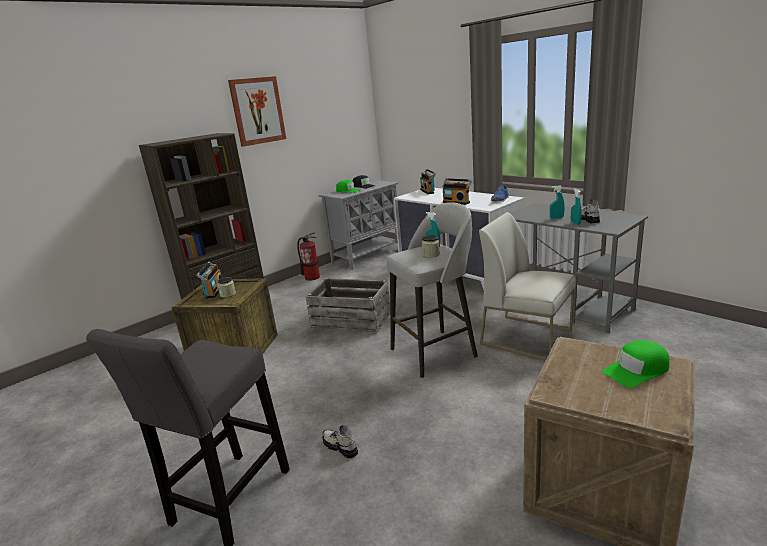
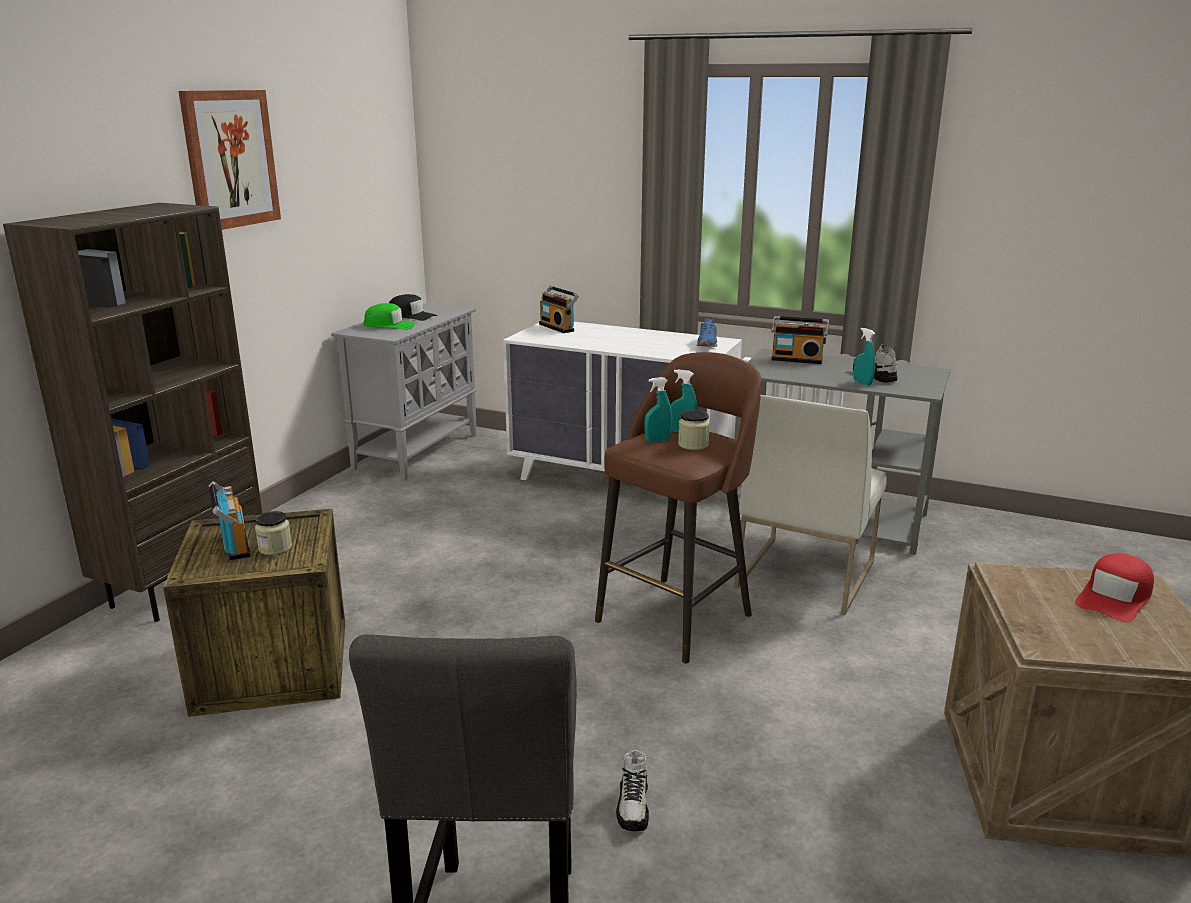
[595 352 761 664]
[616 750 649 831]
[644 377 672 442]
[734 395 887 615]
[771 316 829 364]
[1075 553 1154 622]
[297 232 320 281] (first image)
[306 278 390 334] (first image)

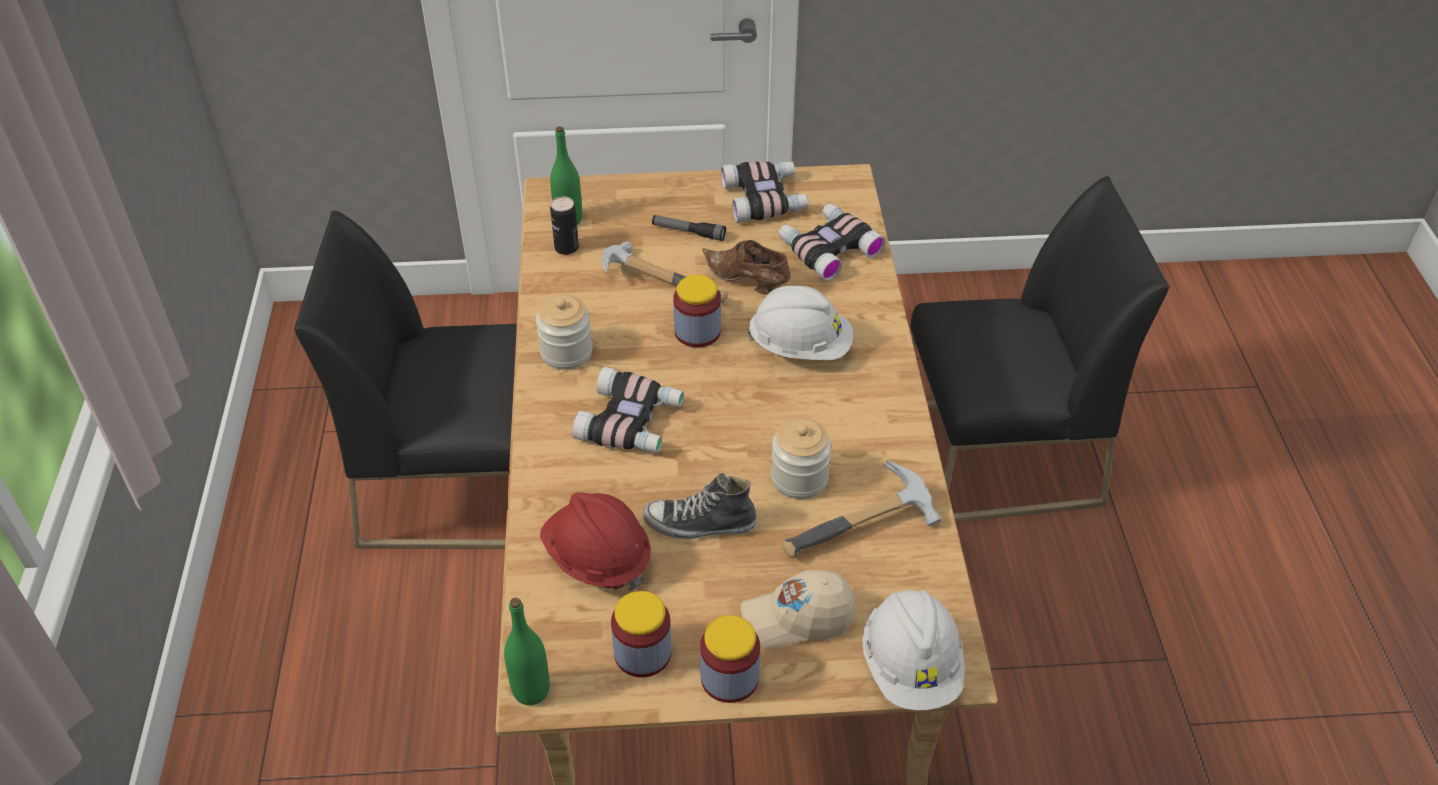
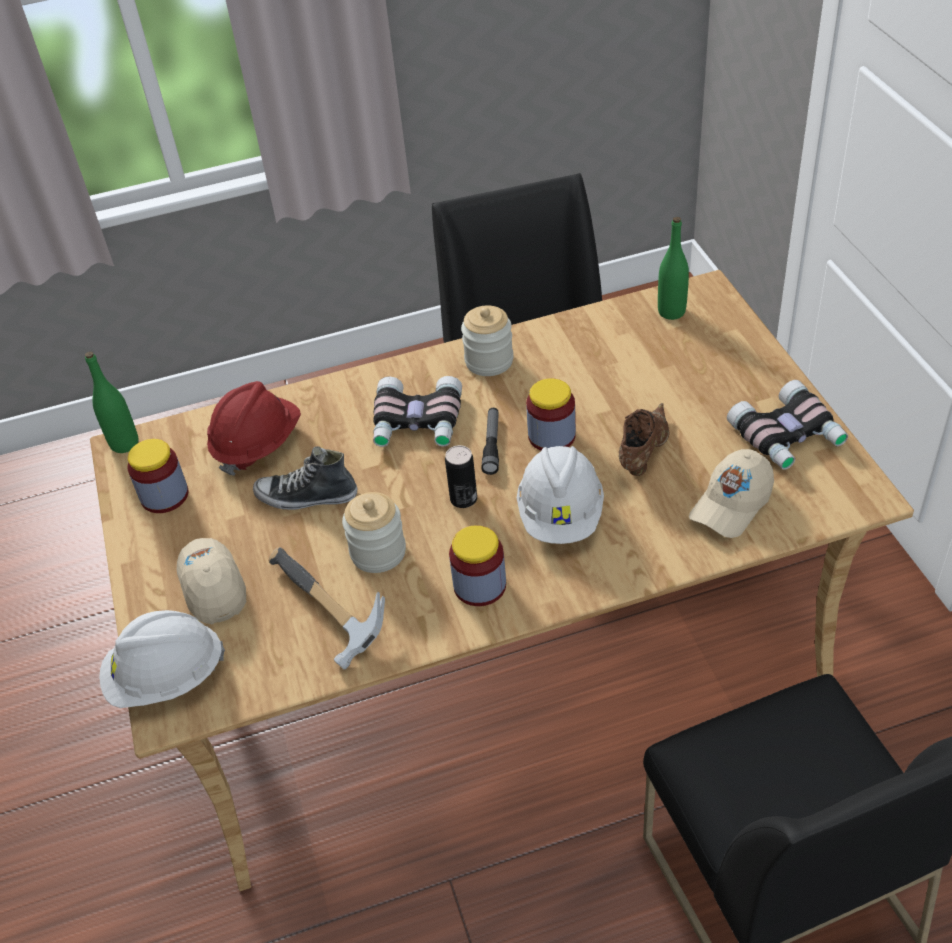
[253 446 357 510]
[445 445 477 508]
[449 525 506 606]
[481 408 499 475]
[689 449 774 538]
[602 241 727 303] (first image)

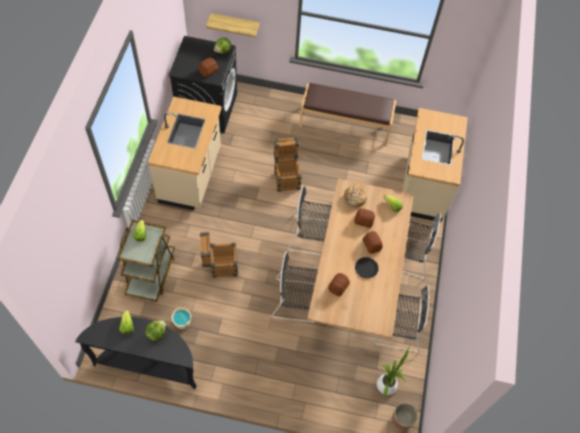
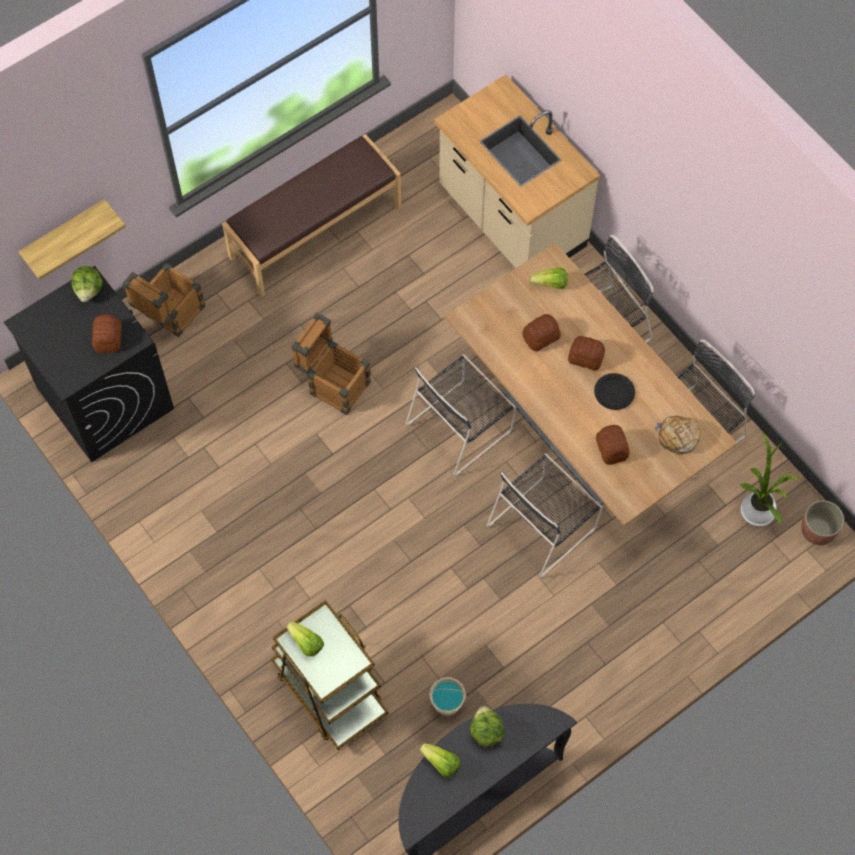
[123 263 205 337]
[655 416 701 454]
[148 96 222 211] (first image)

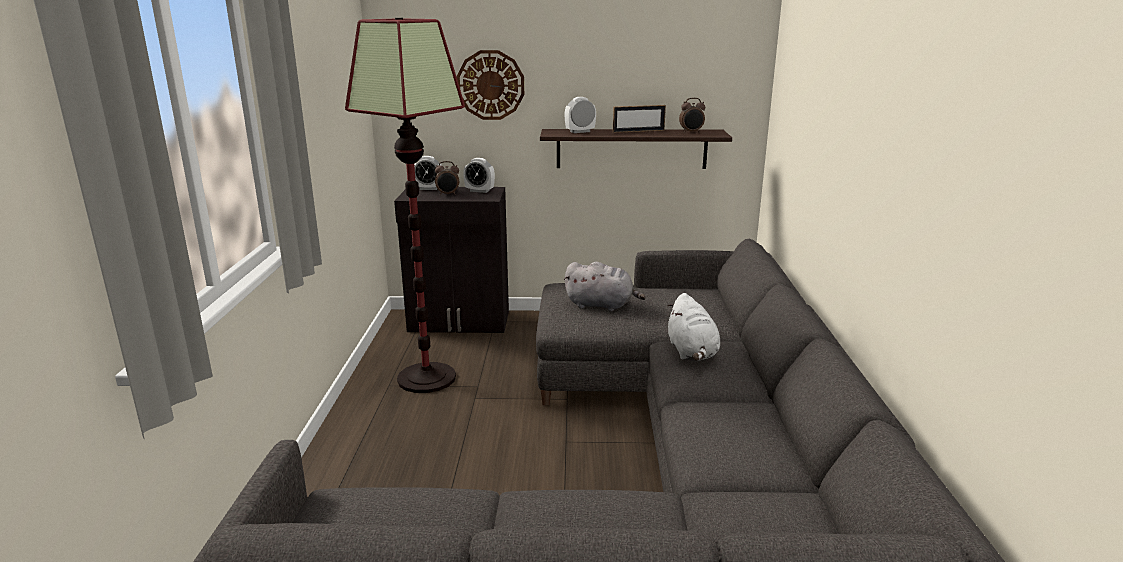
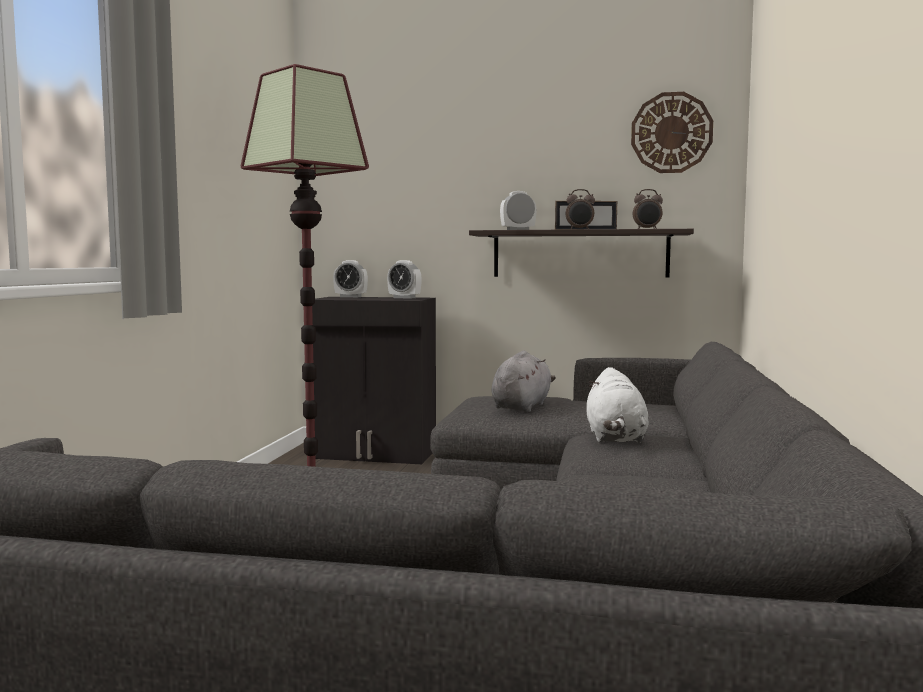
[492 351 556 412]
[566 189 595 229]
[631 92 713 173]

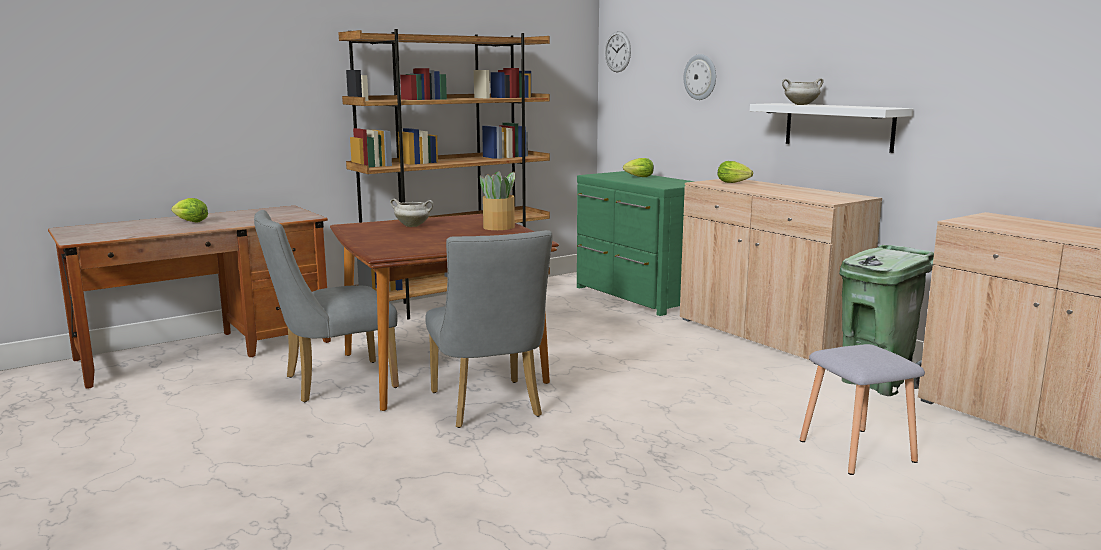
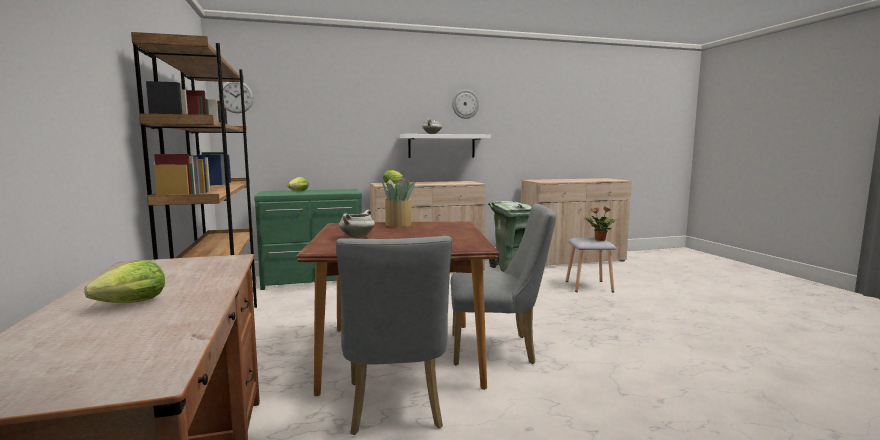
[452 89 479 119]
[585 206 618 241]

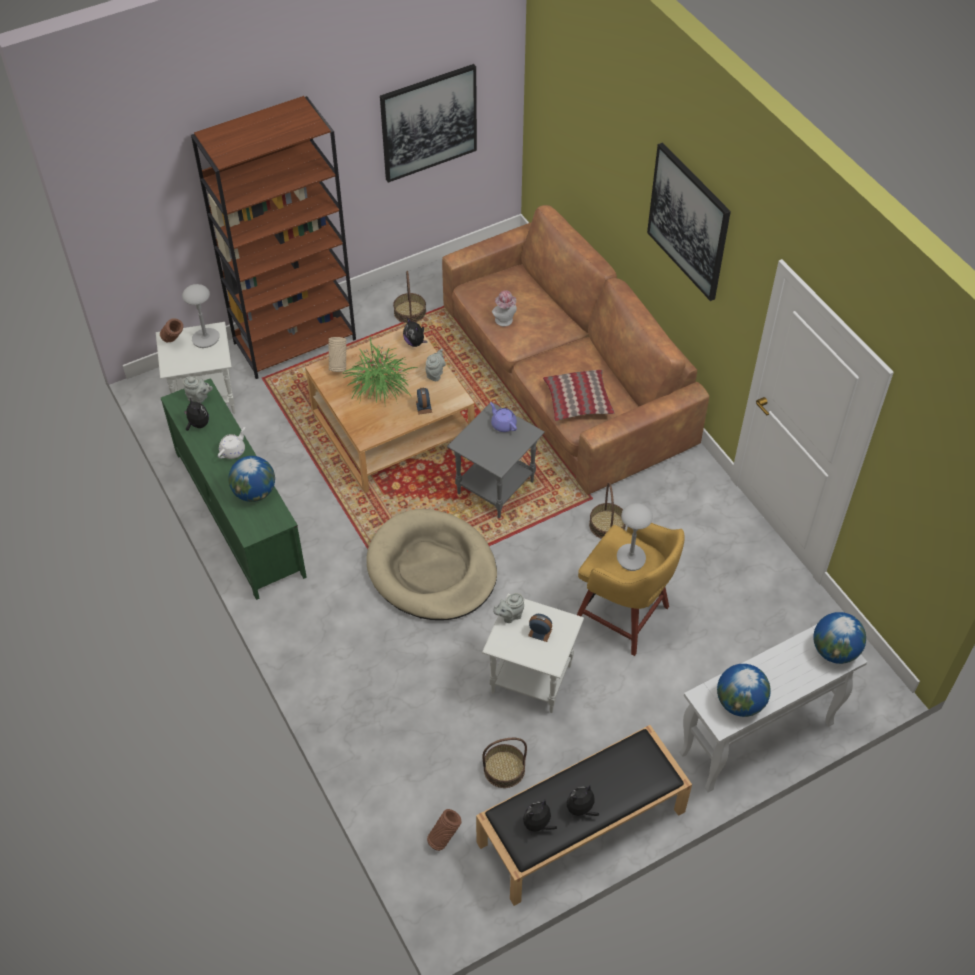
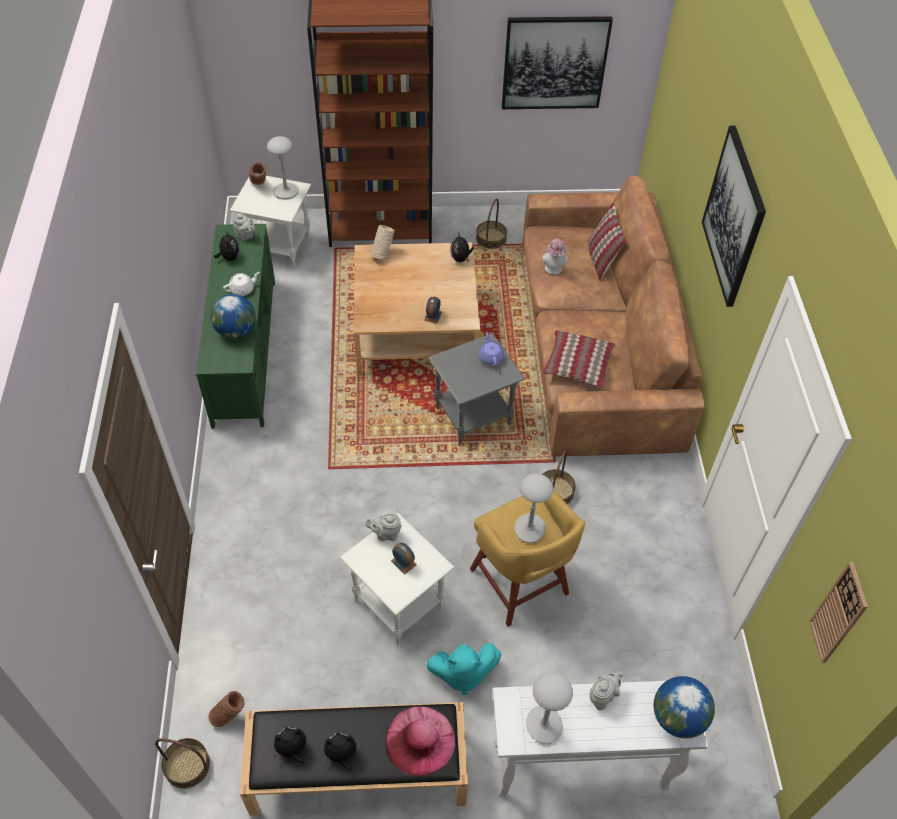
[155 738 210 789]
[386 707 455 776]
[427 643 501 695]
[526 672 573 744]
[588 202 626 280]
[590 671 624 710]
[810 562 868 663]
[343 337 417 404] (first image)
[366 509 497 620] (first image)

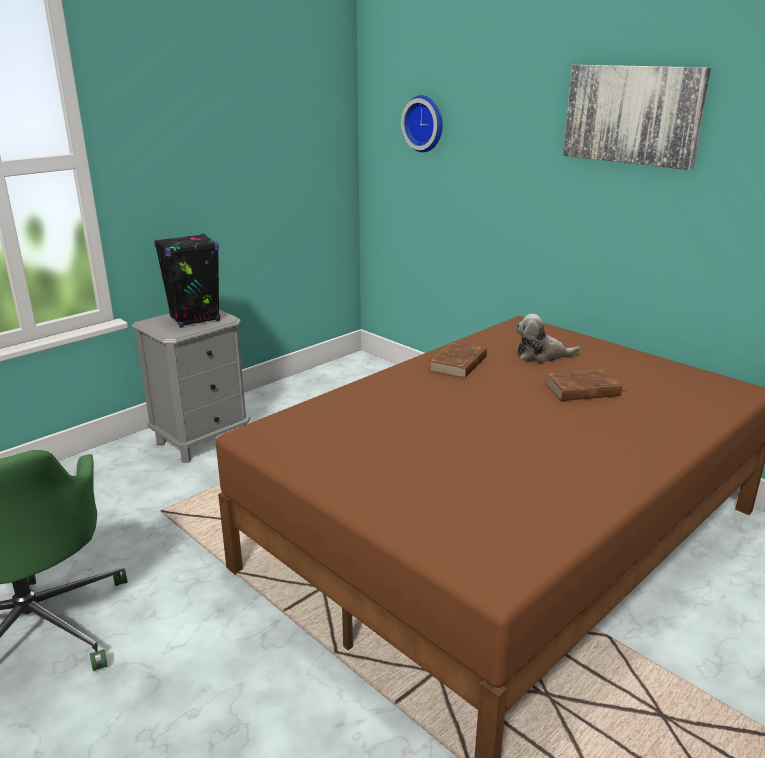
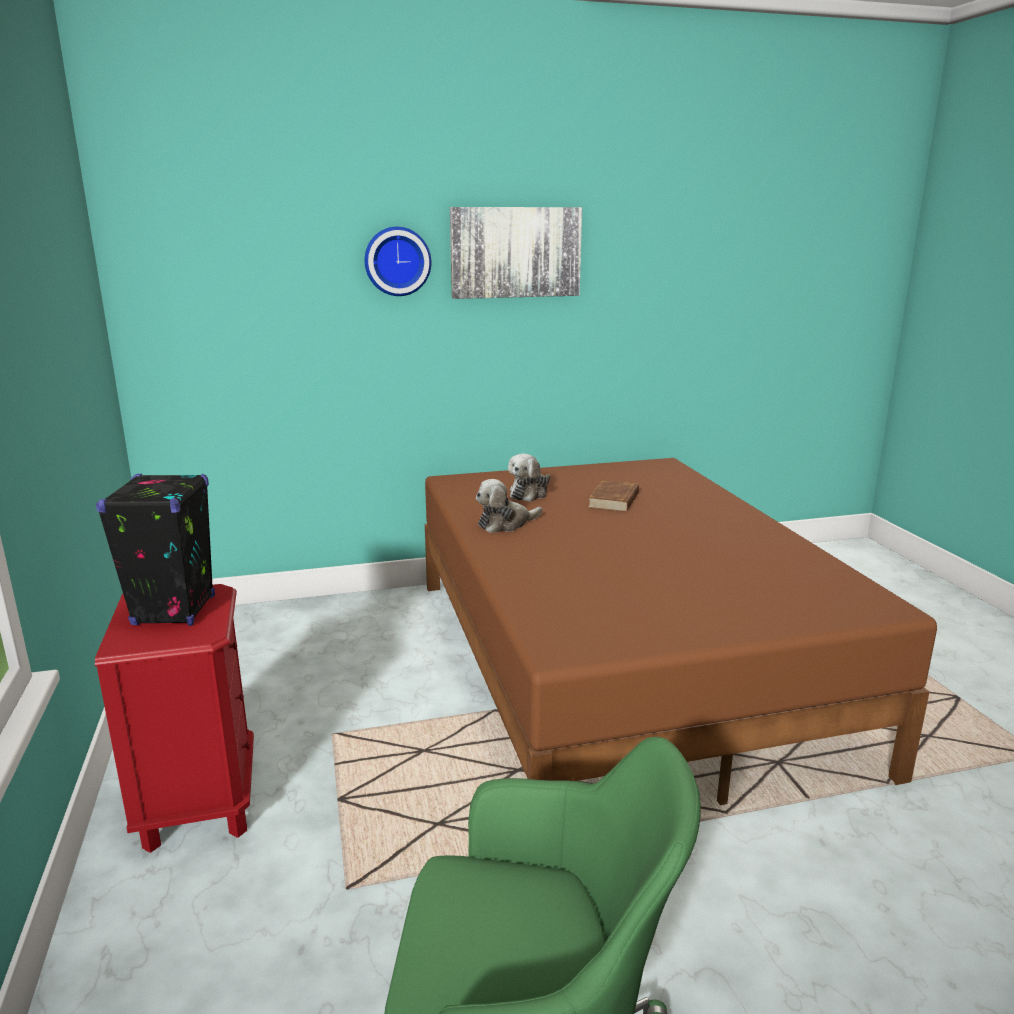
[95 584 254 853]
[365 227 431 296]
[476 479 543 533]

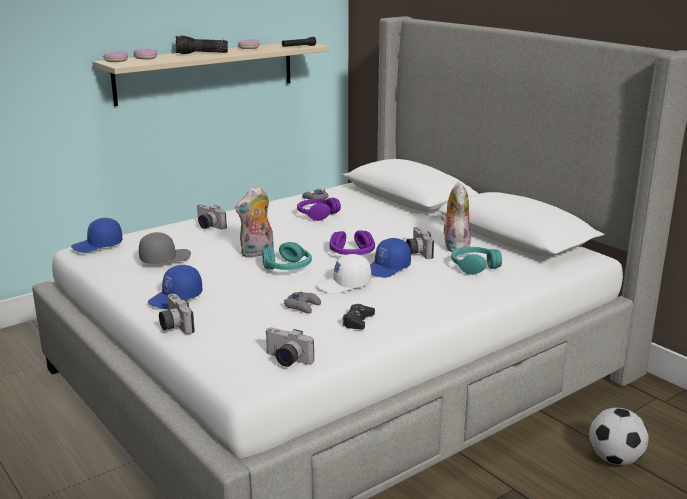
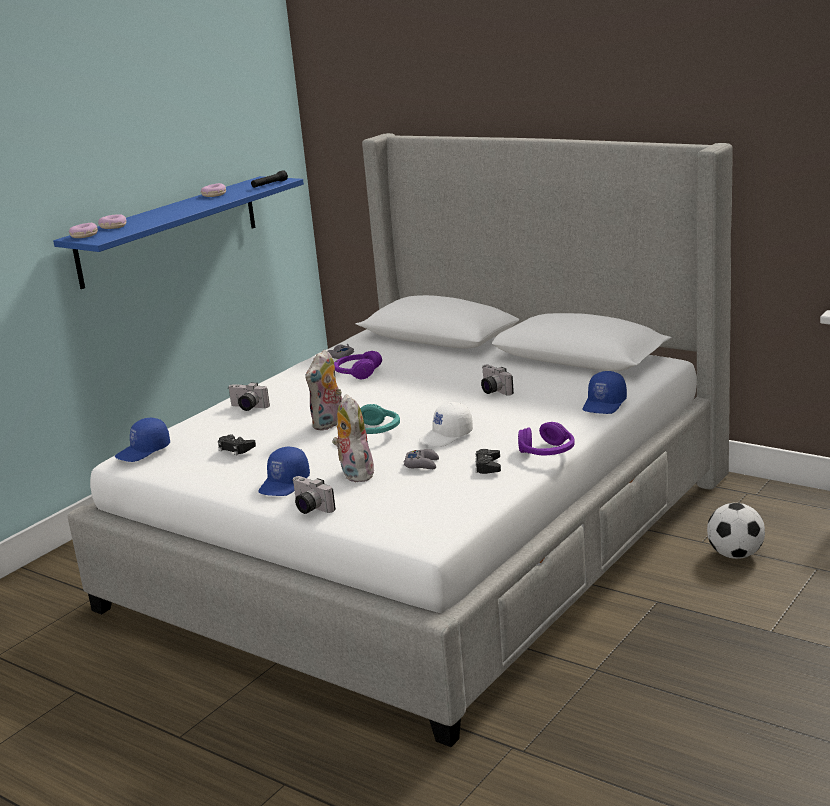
[53 176 304 289]
[218 434 256 455]
[332 394 374 482]
[518 422 575 455]
[583 371 627 414]
[176 35 228 54] (first image)
[265 328 314 367] (first image)
[451 247 502 275] (first image)

